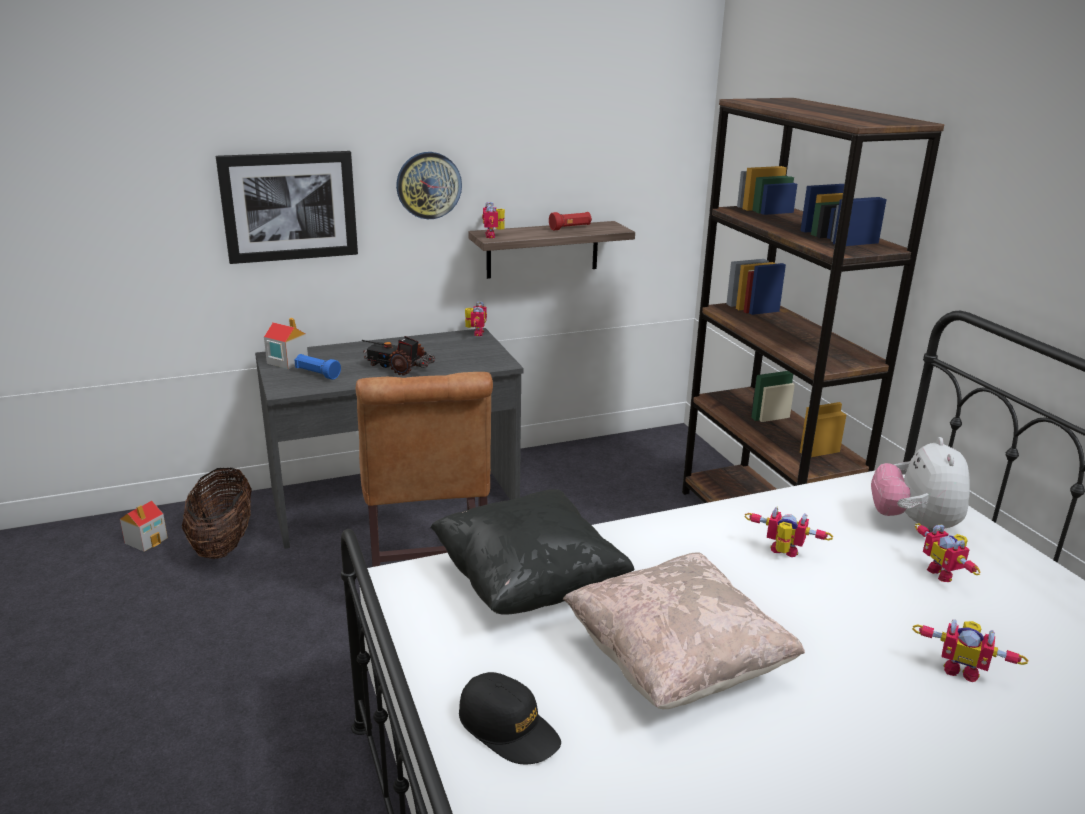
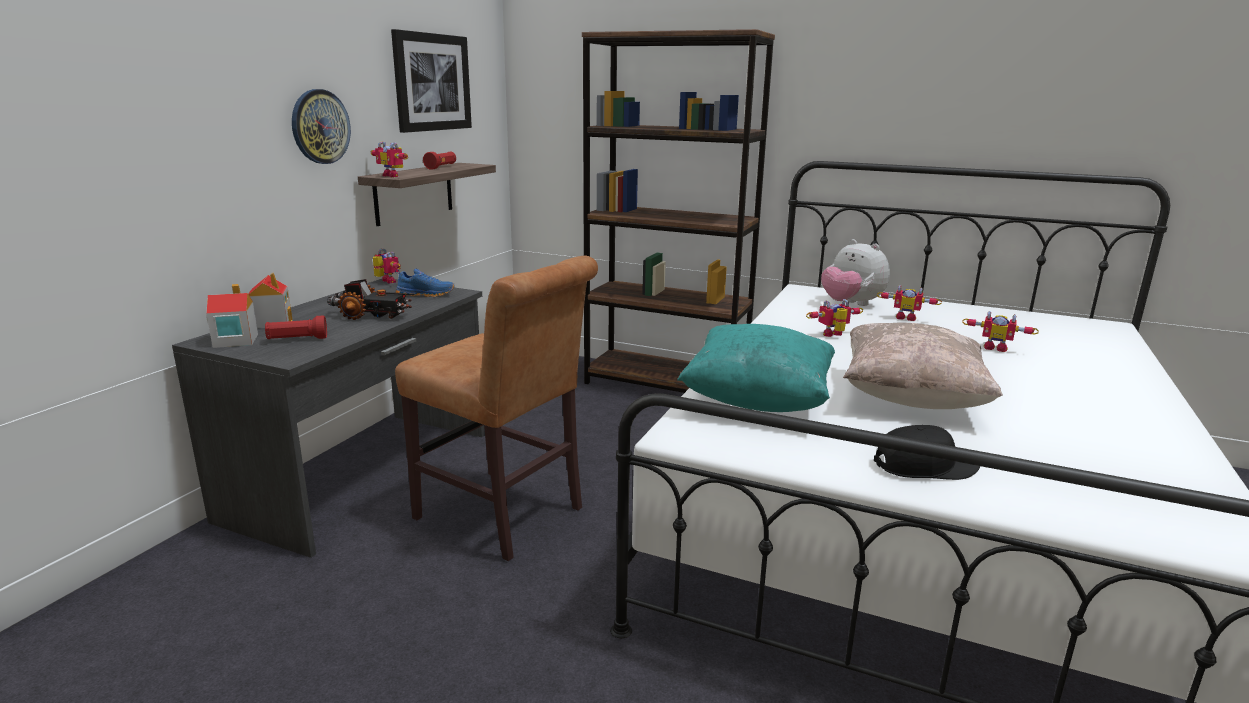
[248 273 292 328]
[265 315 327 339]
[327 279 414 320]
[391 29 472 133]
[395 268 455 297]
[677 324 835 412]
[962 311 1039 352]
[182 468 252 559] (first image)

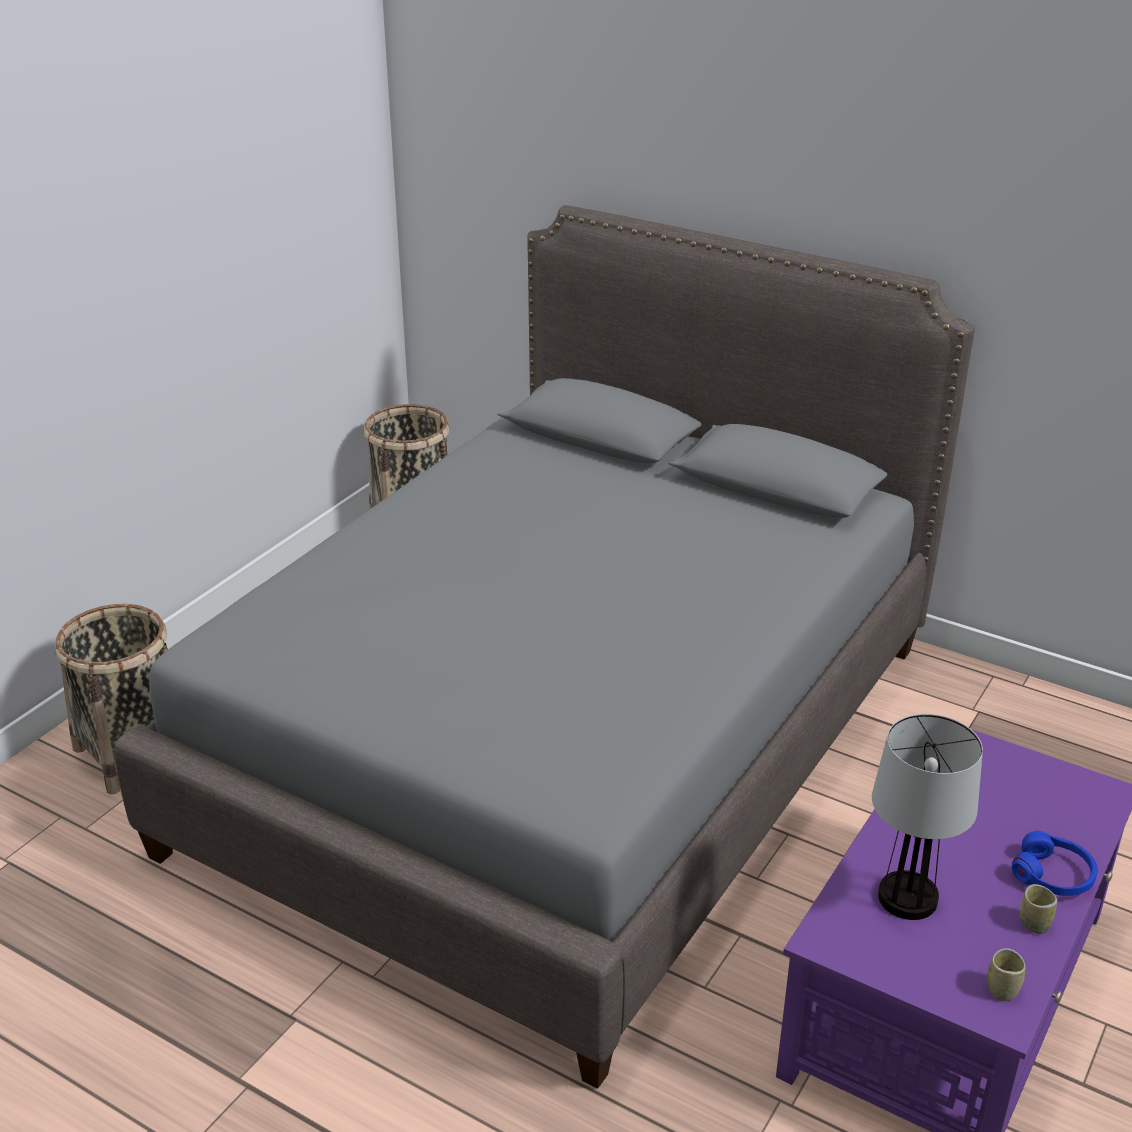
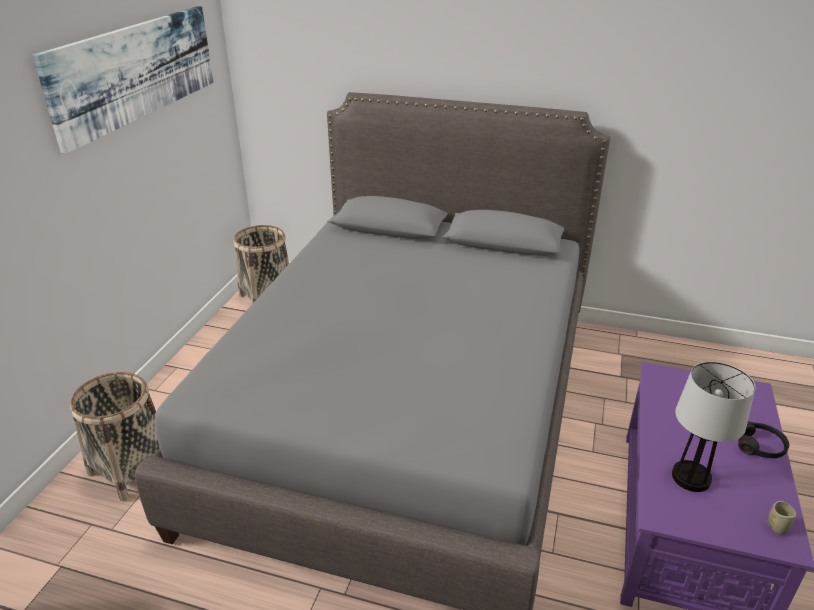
[33 6 214 154]
[738 421 789 458]
[1020 884 1057 934] (first image)

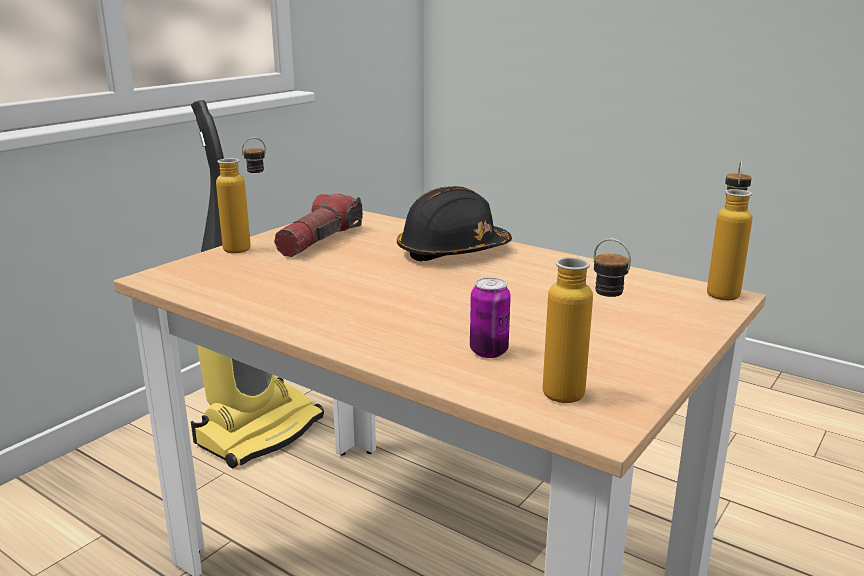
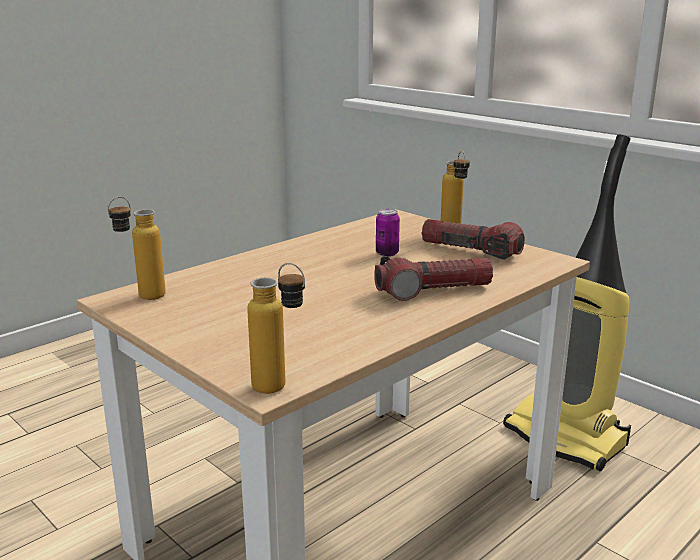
[374 256 493 301]
[376 209 400 257]

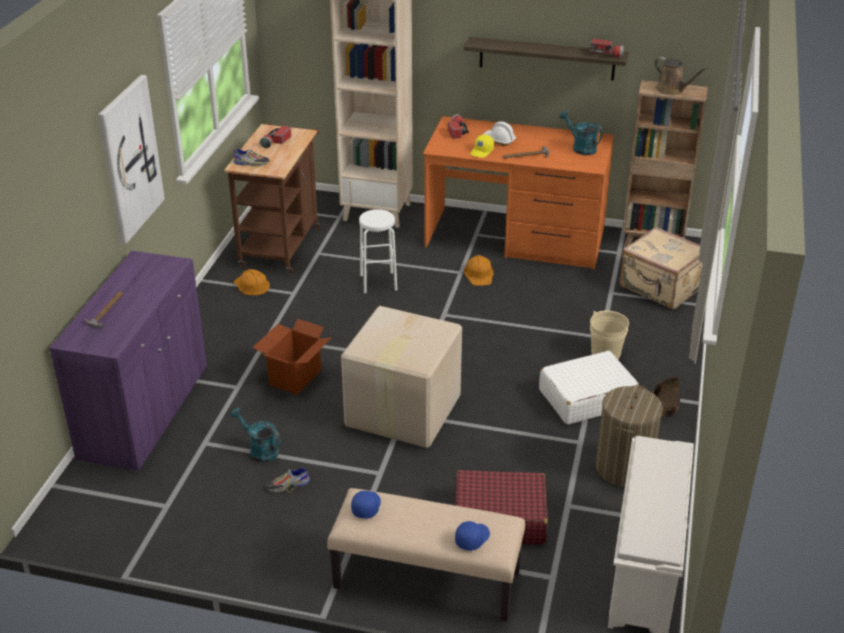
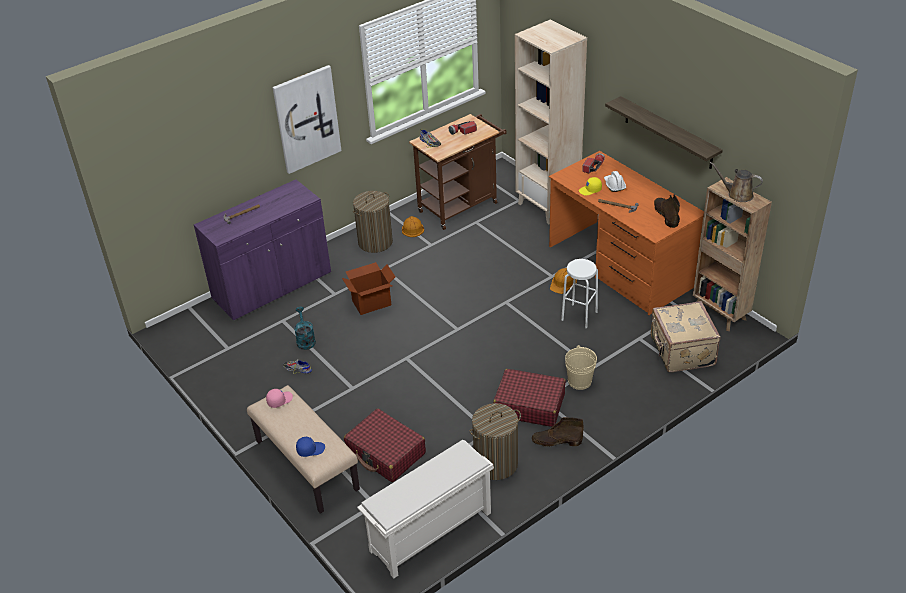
[266 389 293 408]
[352 191 393 253]
[493 369 566 427]
[561 259 598 328]
[654 195 680 228]
[710 162 763 202]
[341 306 462 448] (first image)
[590 39 624 58] (first image)

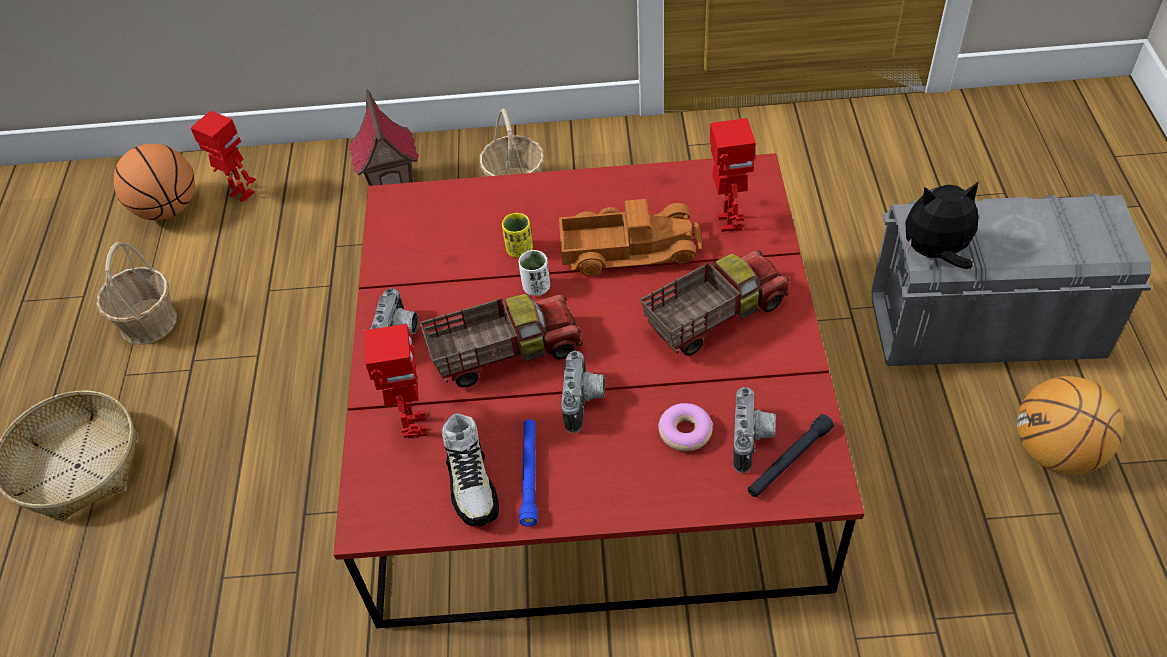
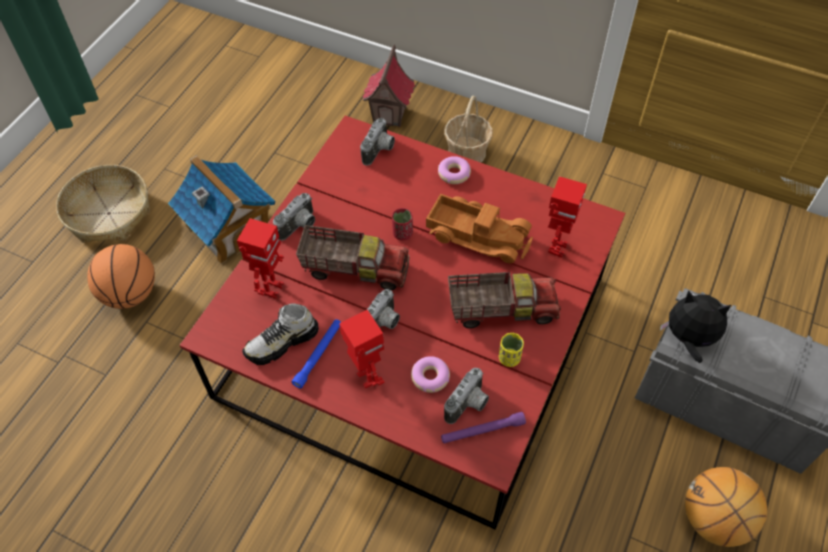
[87 244 155 309]
[168 155 276 264]
[242 304 319 365]
[339 309 385 388]
[360 118 395 166]
[392 208 413 241]
[438 156 471 184]
[441 412 526 444]
[499 333 524 367]
[96 242 177 345] (first image)

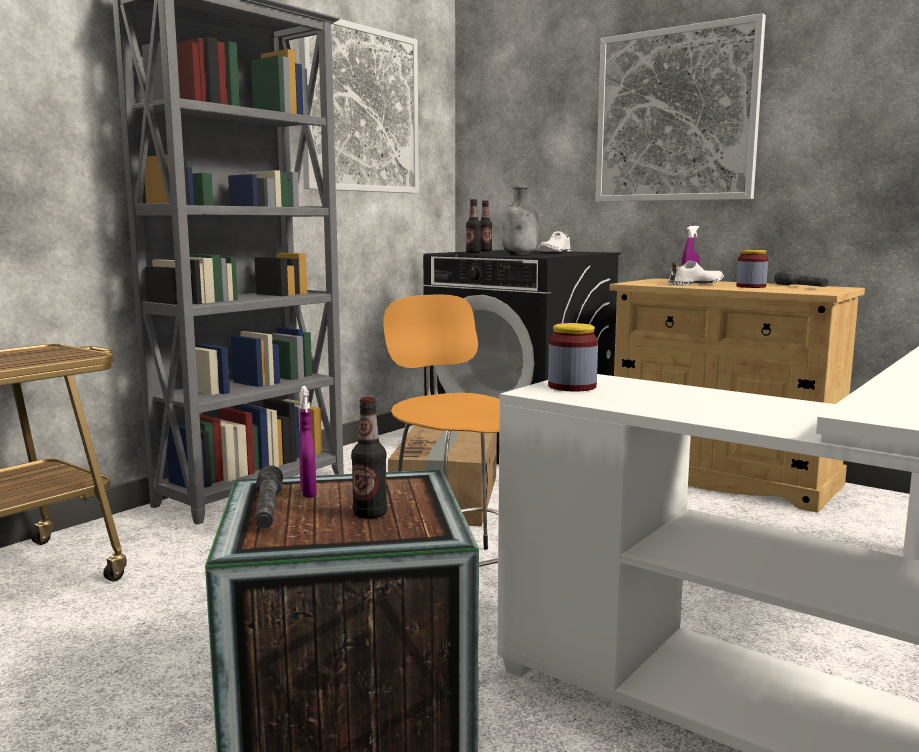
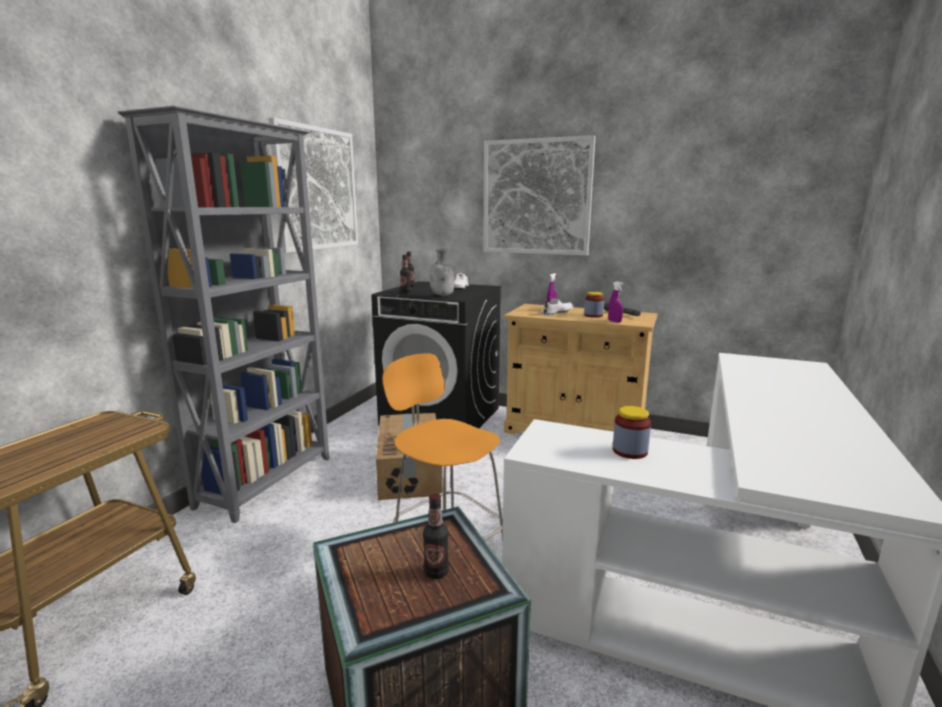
[608 282 623 323]
[613 406 651 459]
[254 465 283 529] (first image)

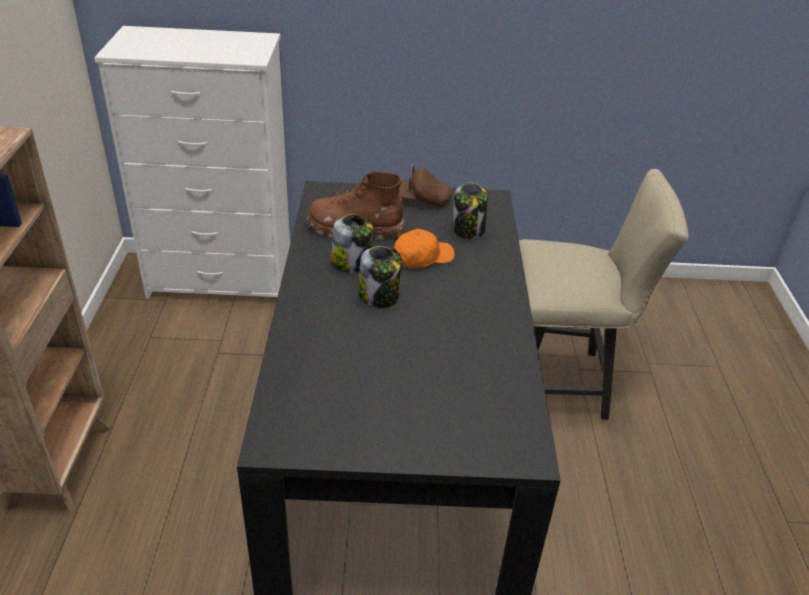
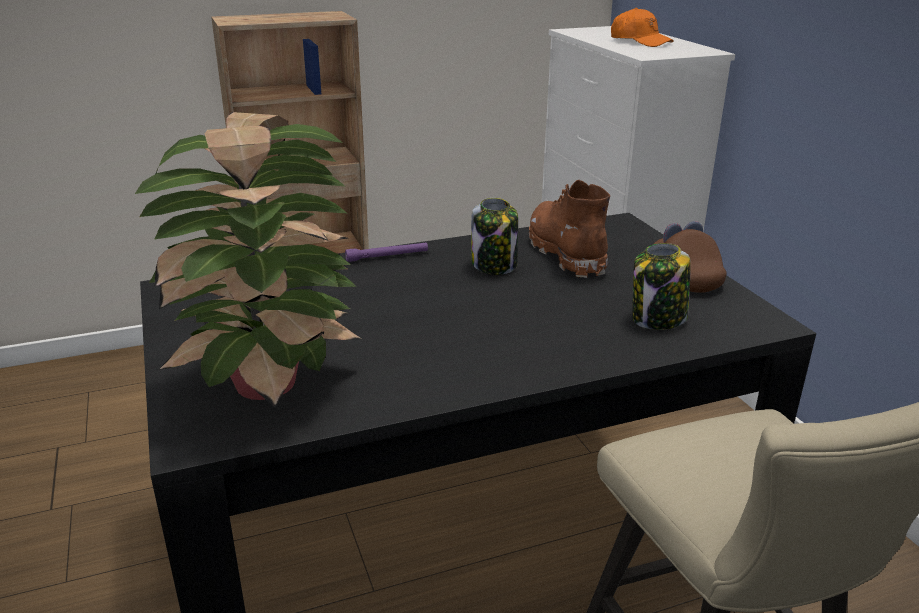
[135 112 364 407]
[345 242 428 262]
[611 7 674 47]
[359 246 402 308] (first image)

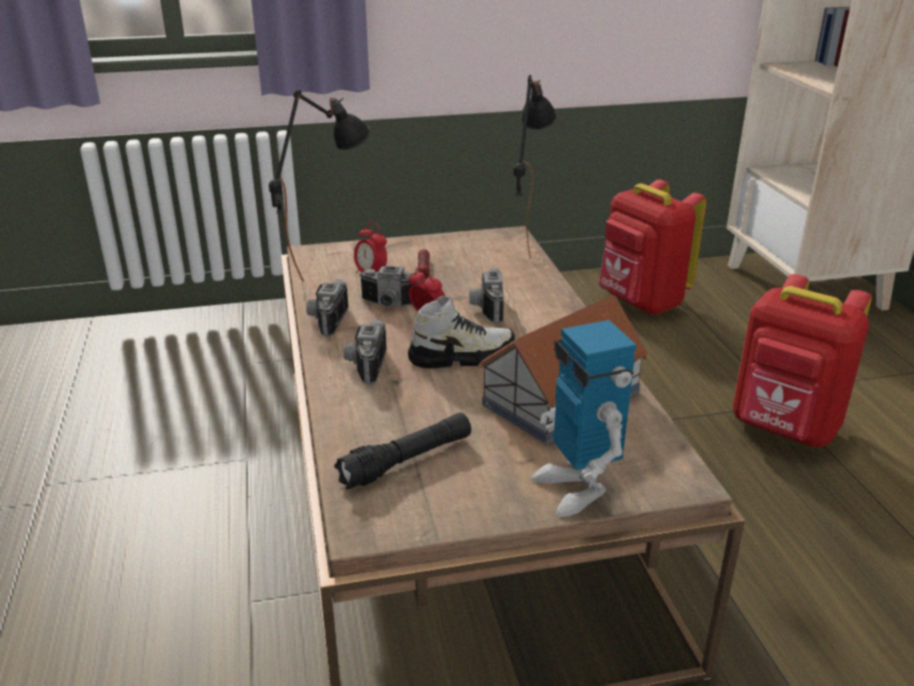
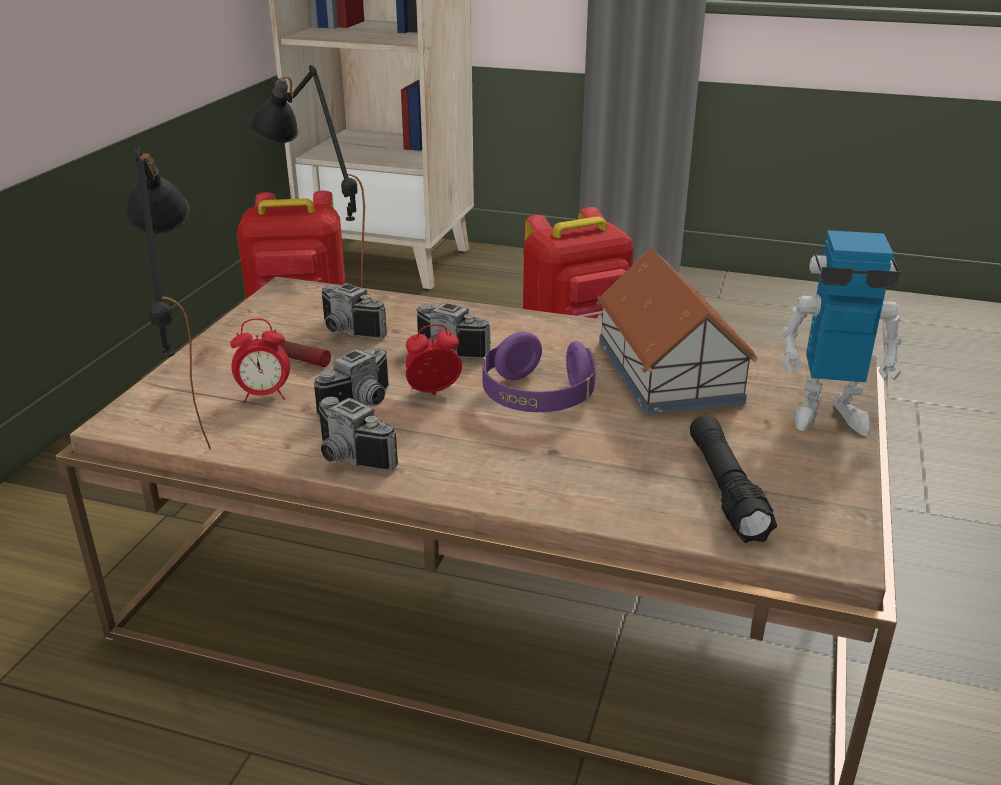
[322 283 387 338]
[483 331 596 412]

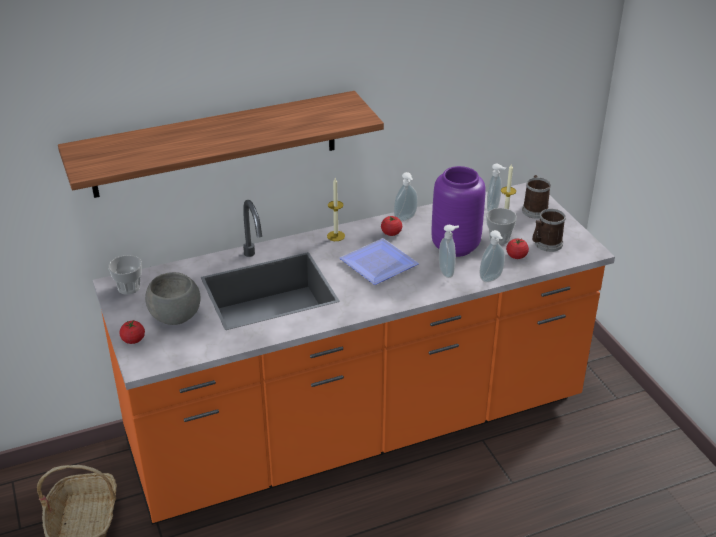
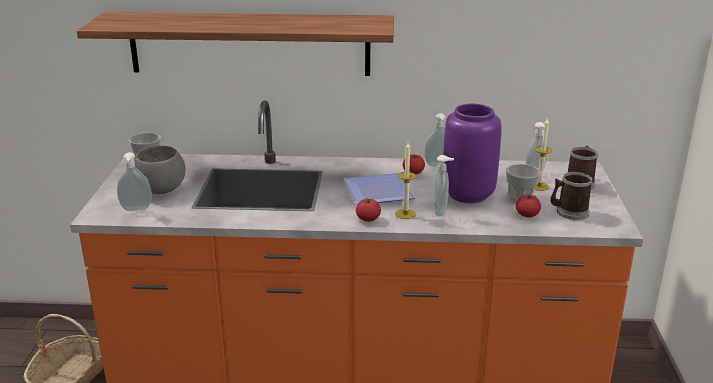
[117 152 152 211]
[356 197 381 222]
[395 142 416 219]

